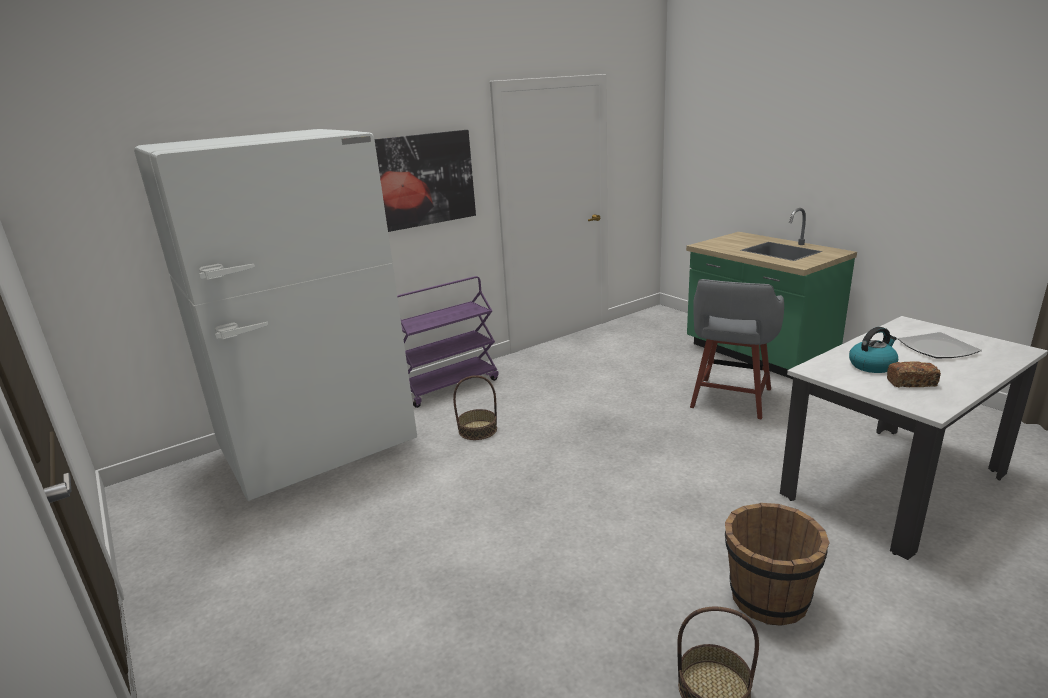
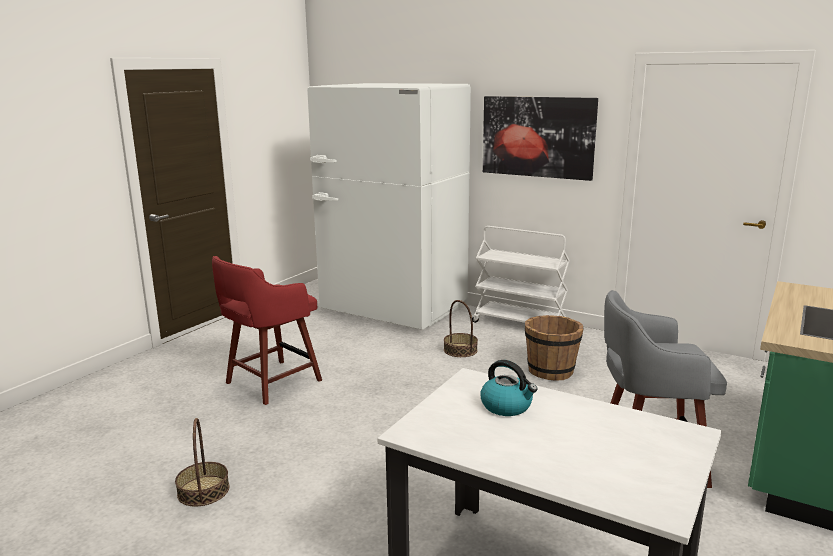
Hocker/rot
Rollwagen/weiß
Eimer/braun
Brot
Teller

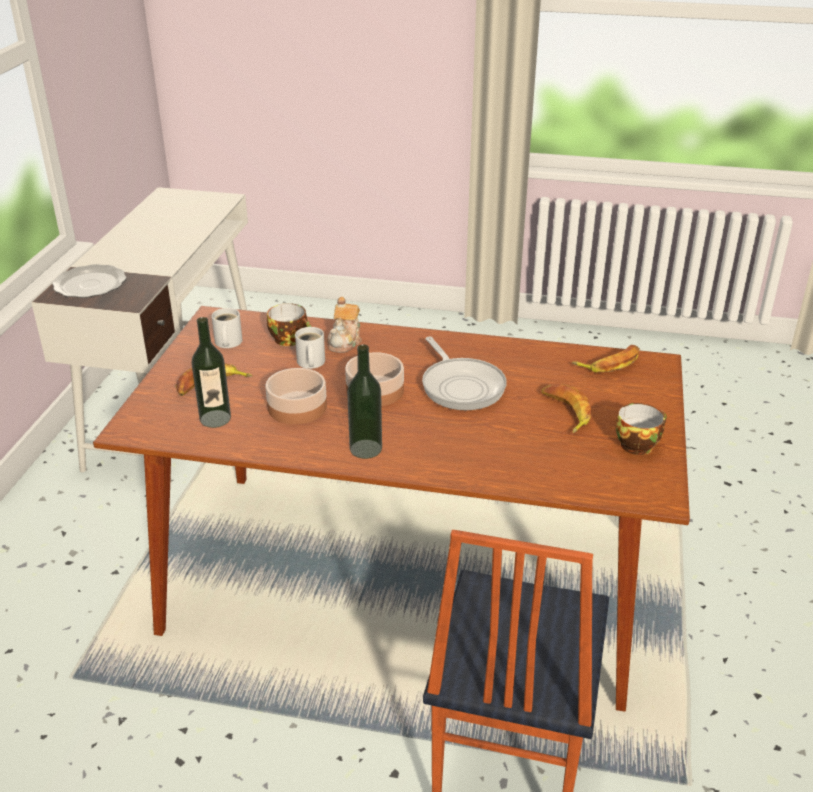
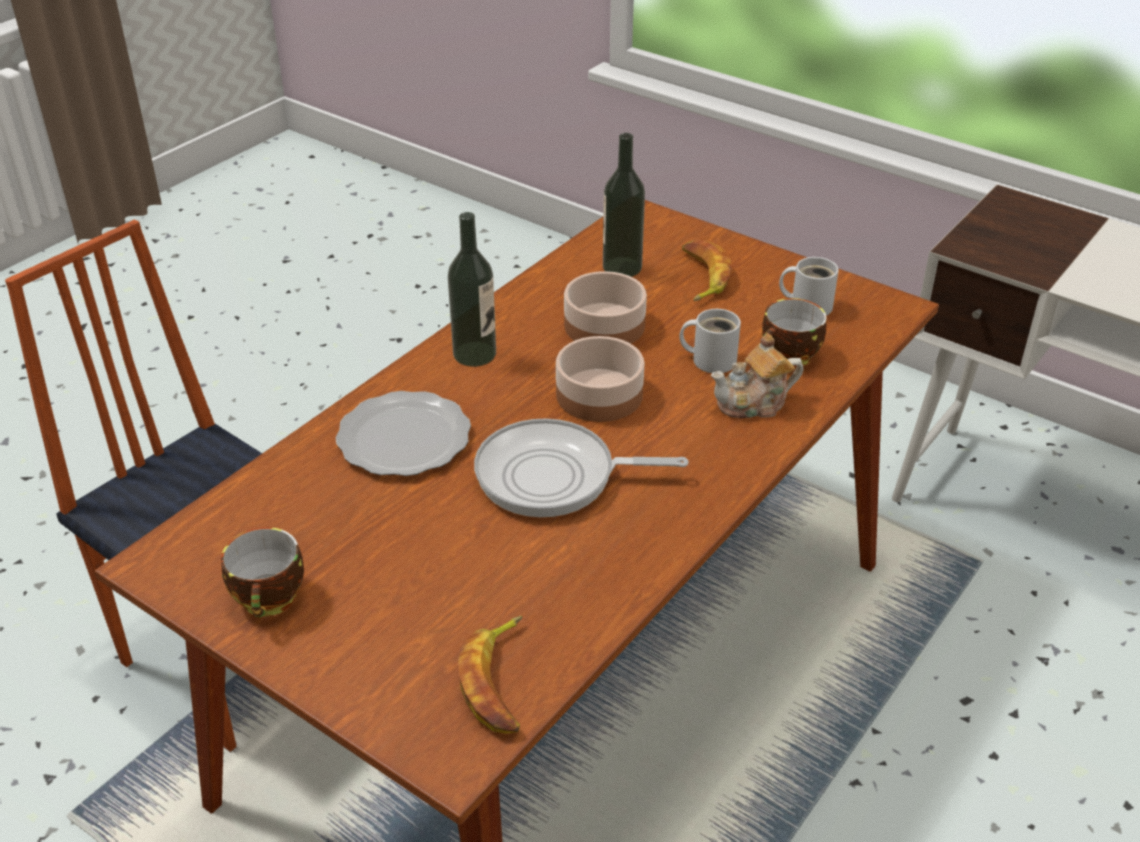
Teller
Teekanne
Banane (no. 2 from left in the first image)

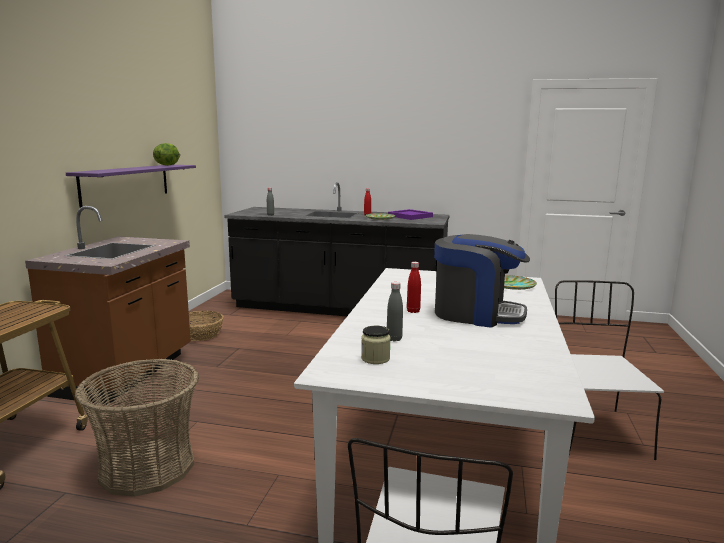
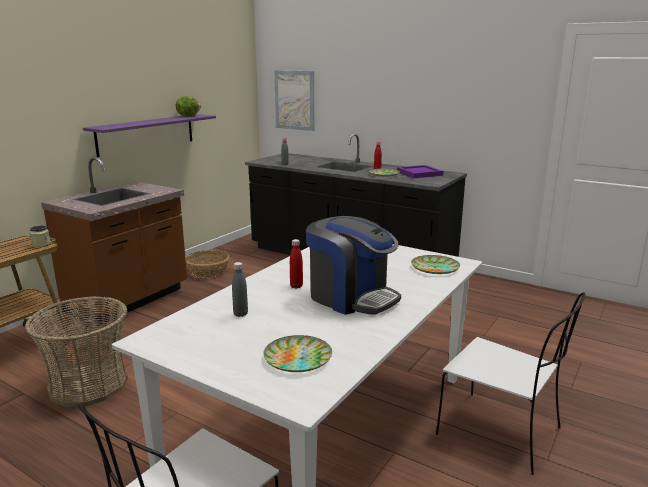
Vorratsglas
Teller (no. 1 from left)
Bild
Stuhl/weiß (no. 2 from left)

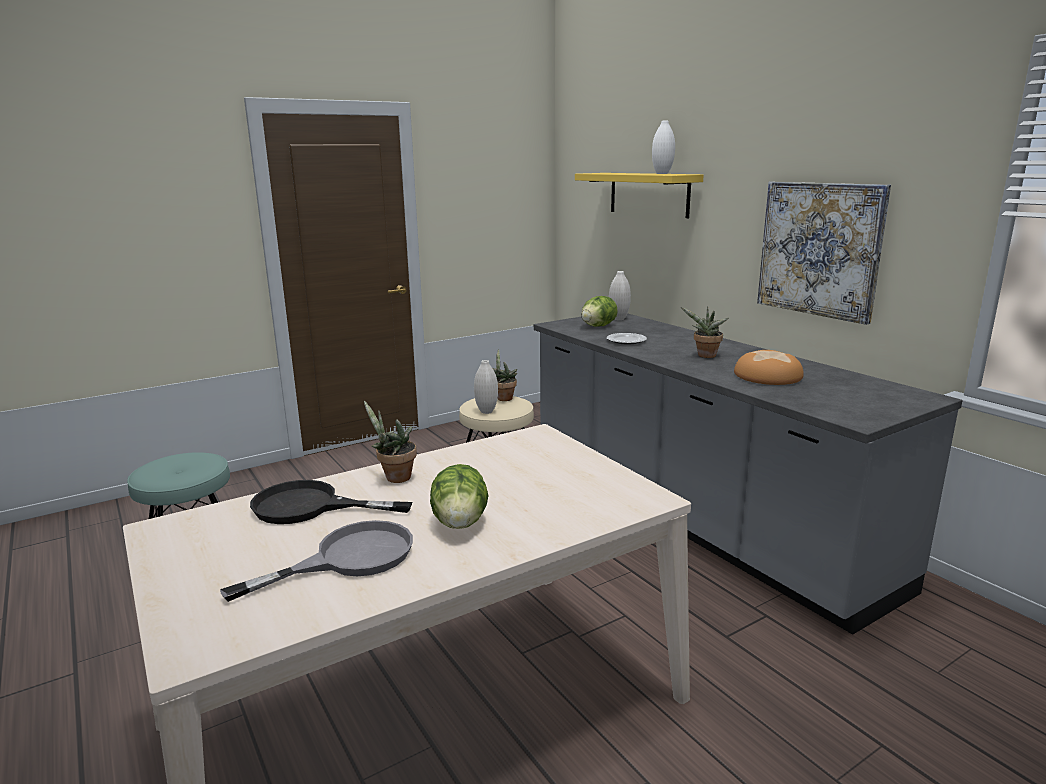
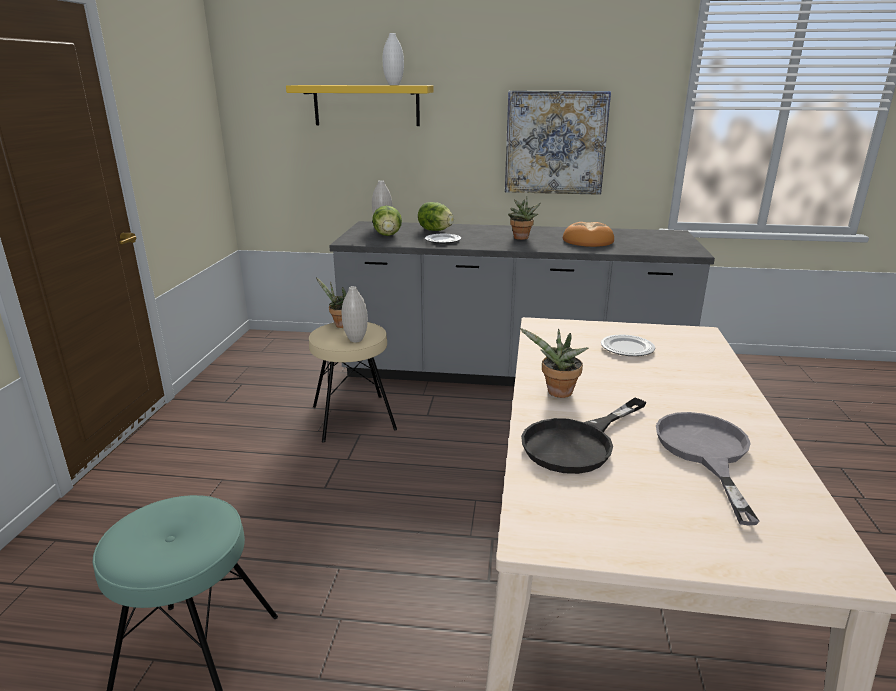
Salatkopf (no. 2 from left)
Teller (no. 2 from left)

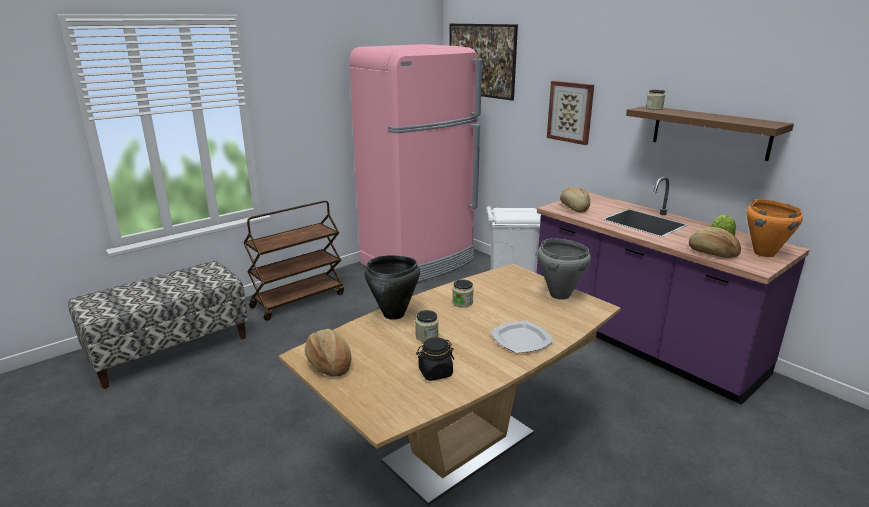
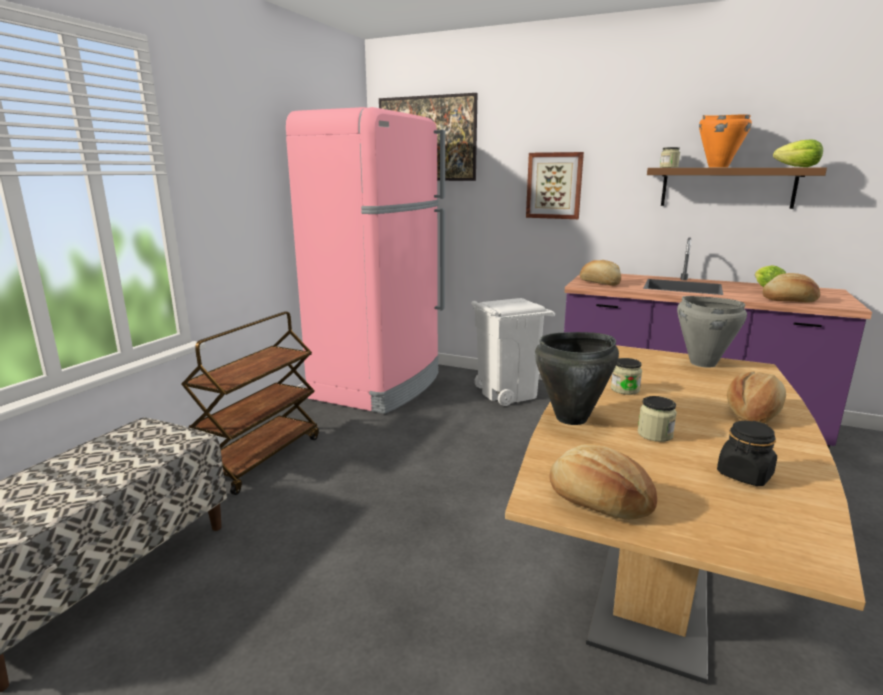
Kochtopf/orange
Brot (no. 3 from left)
Salatkopf (no. 2 from left)

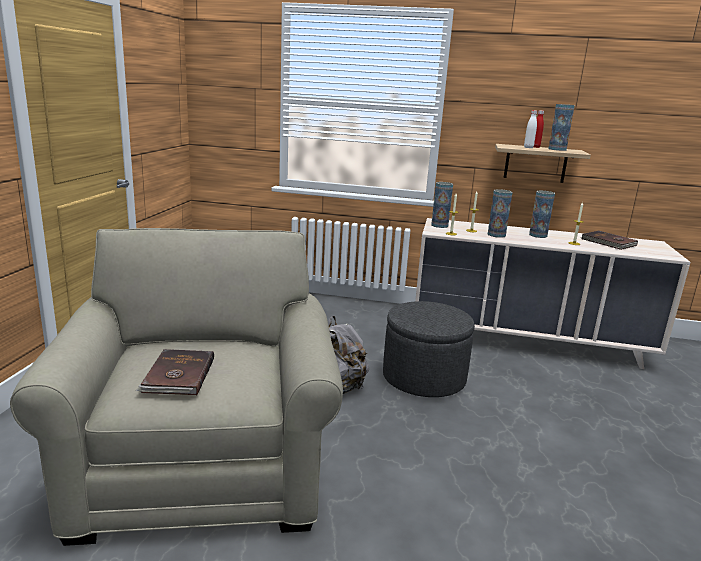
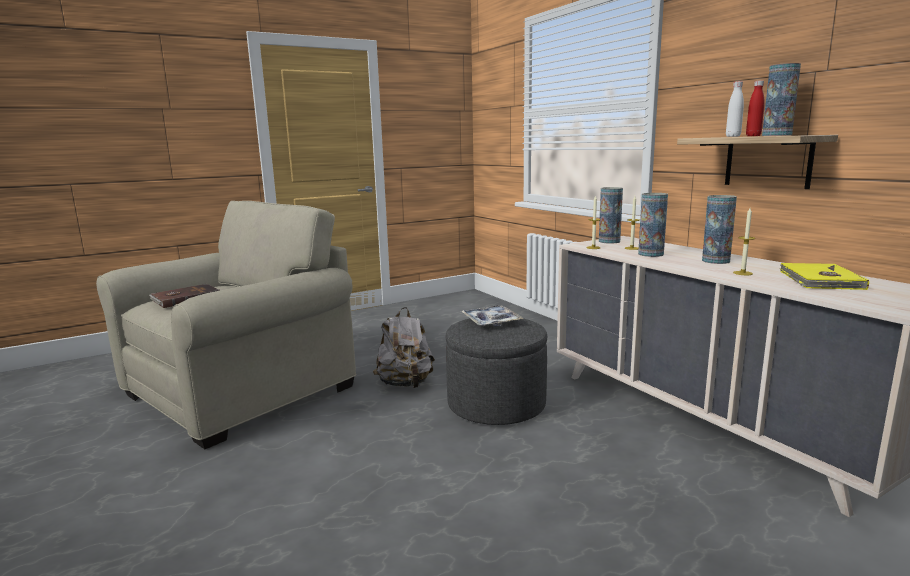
Tablett
Buch/gelb

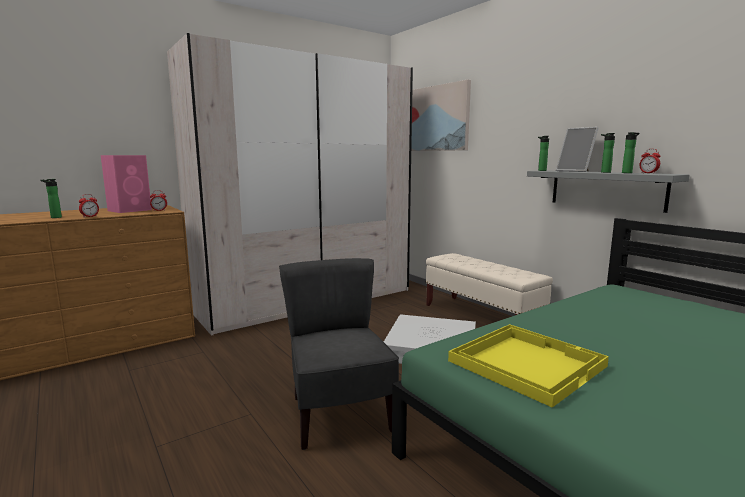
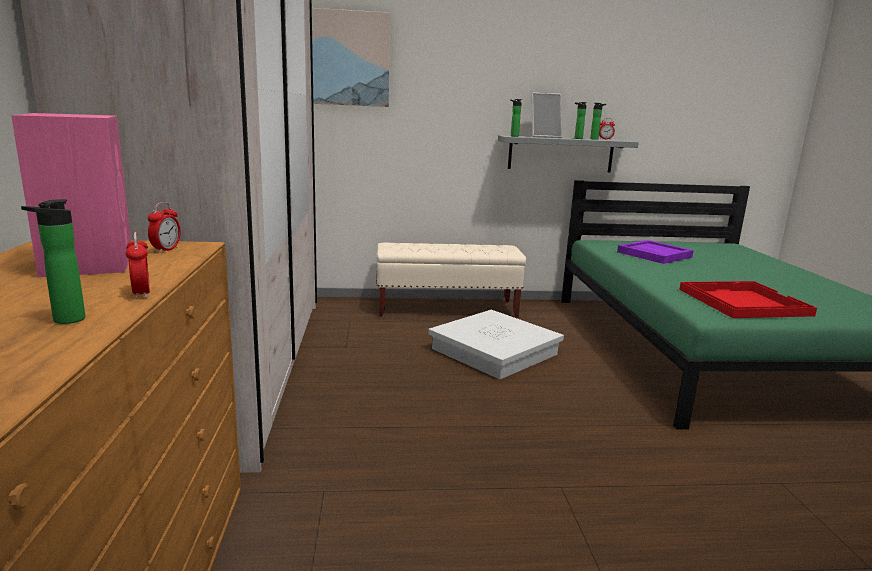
Tablett/lila
Tablett/rot
Stuhl/grau

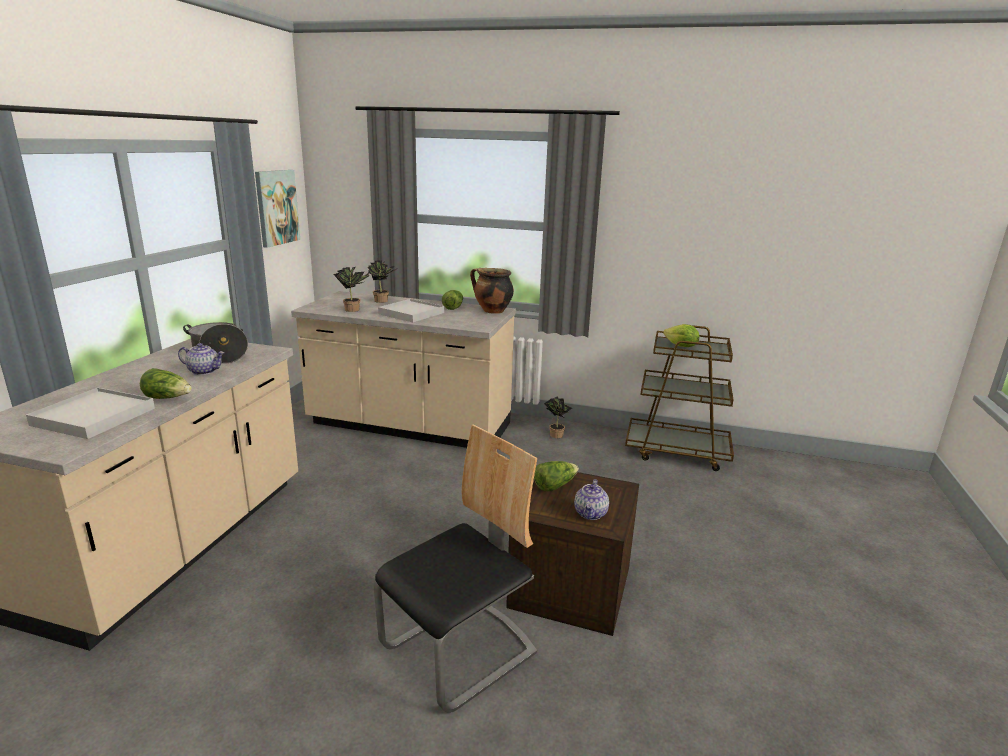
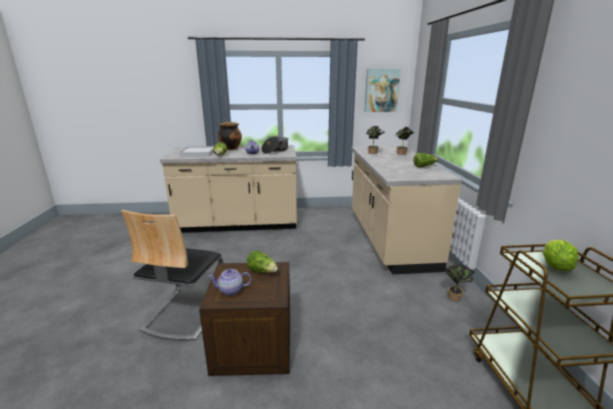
Stuhl
Kochtopf (no. 1 from left)
Tablett/weiß (no. 2 from left in the first image)

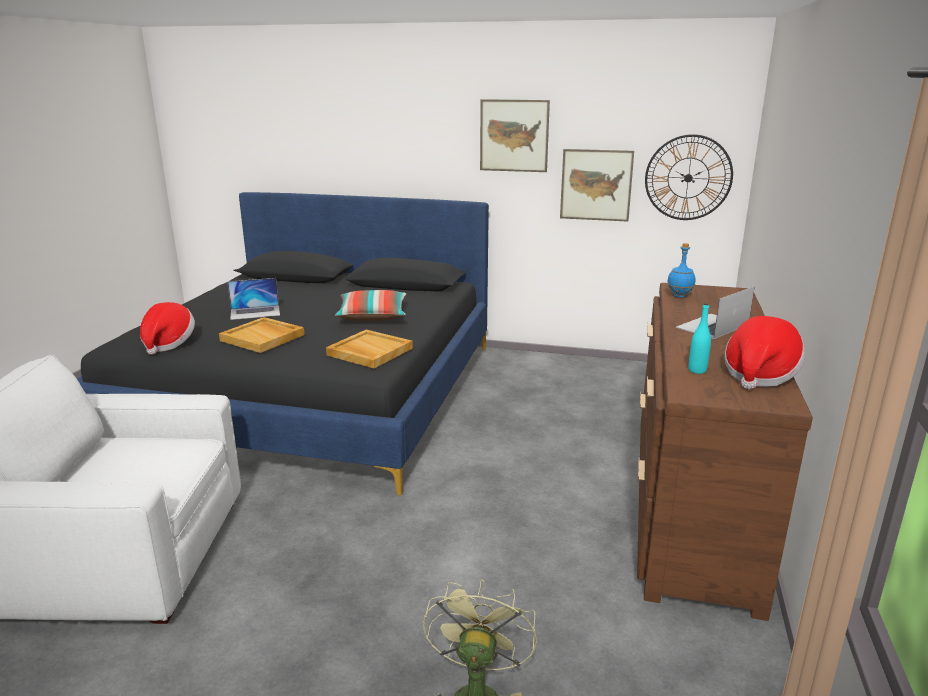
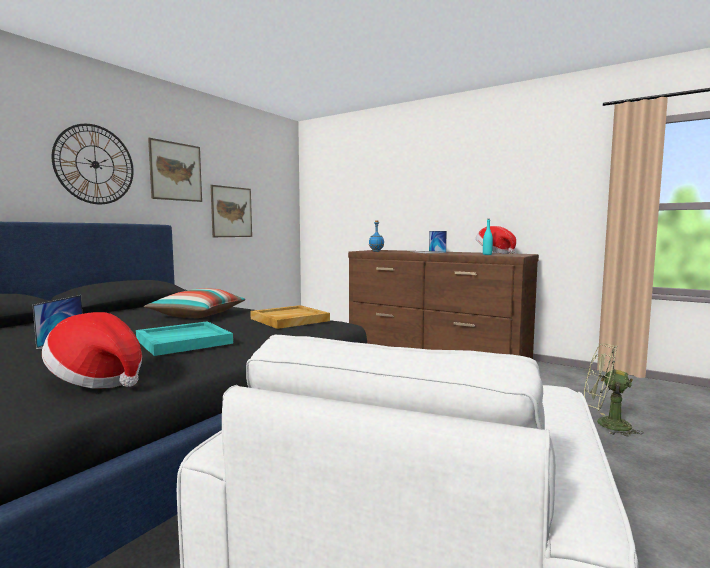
Wanduhr
Tablett/türkis

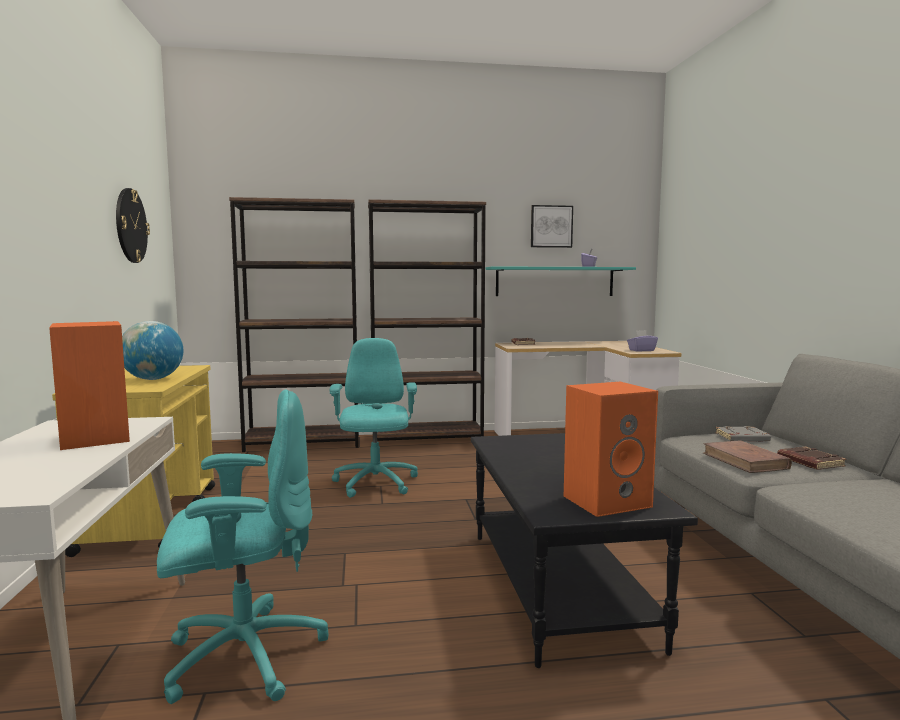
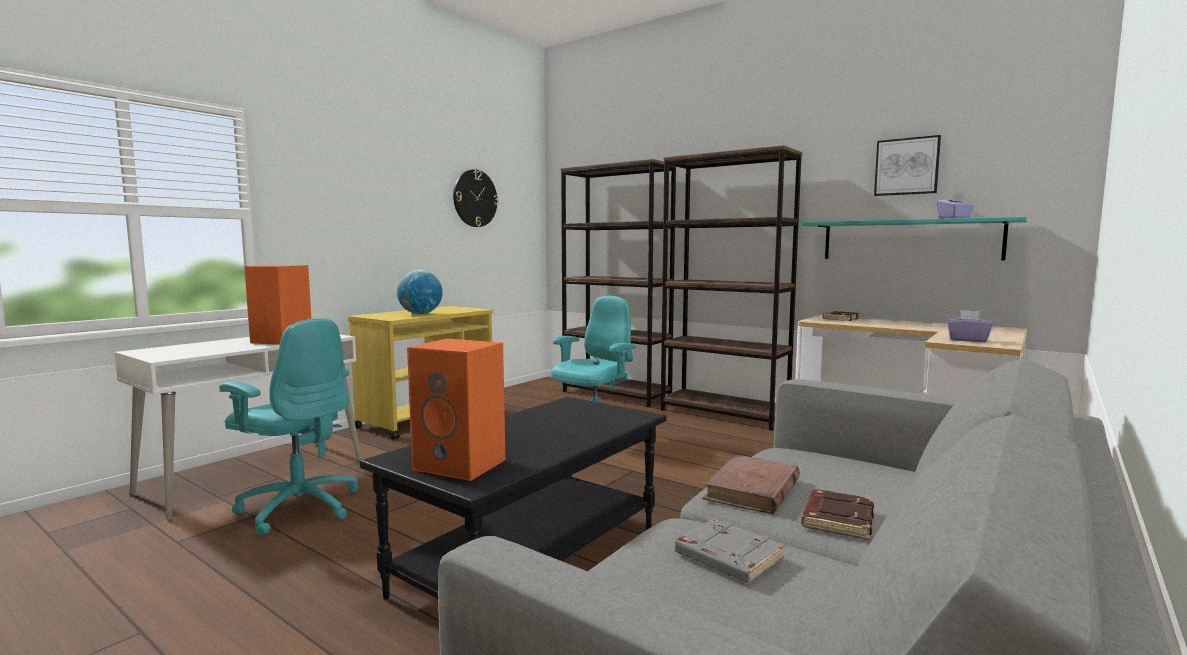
Buch/grau

